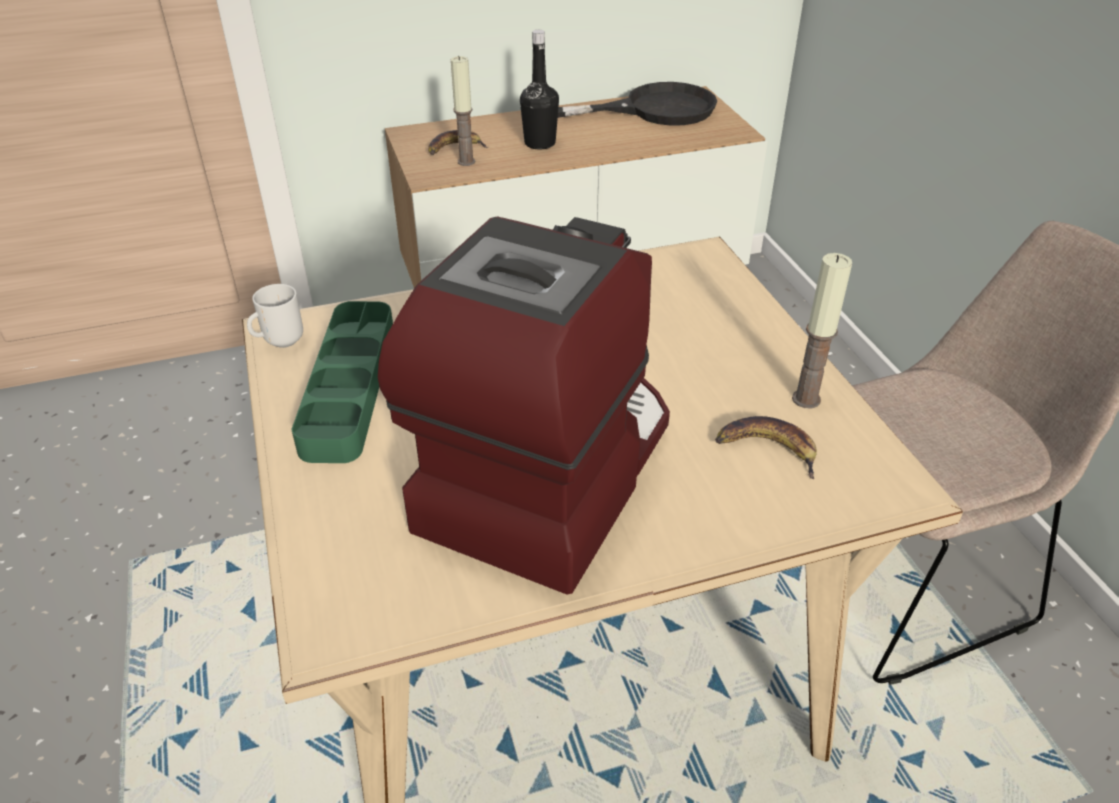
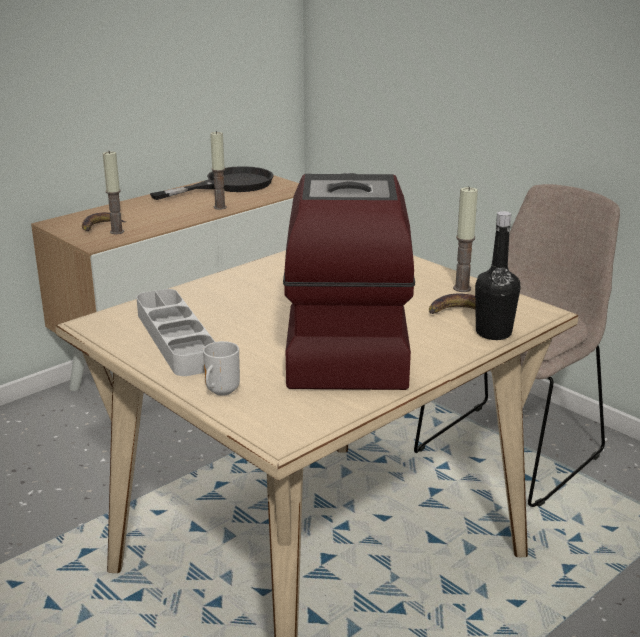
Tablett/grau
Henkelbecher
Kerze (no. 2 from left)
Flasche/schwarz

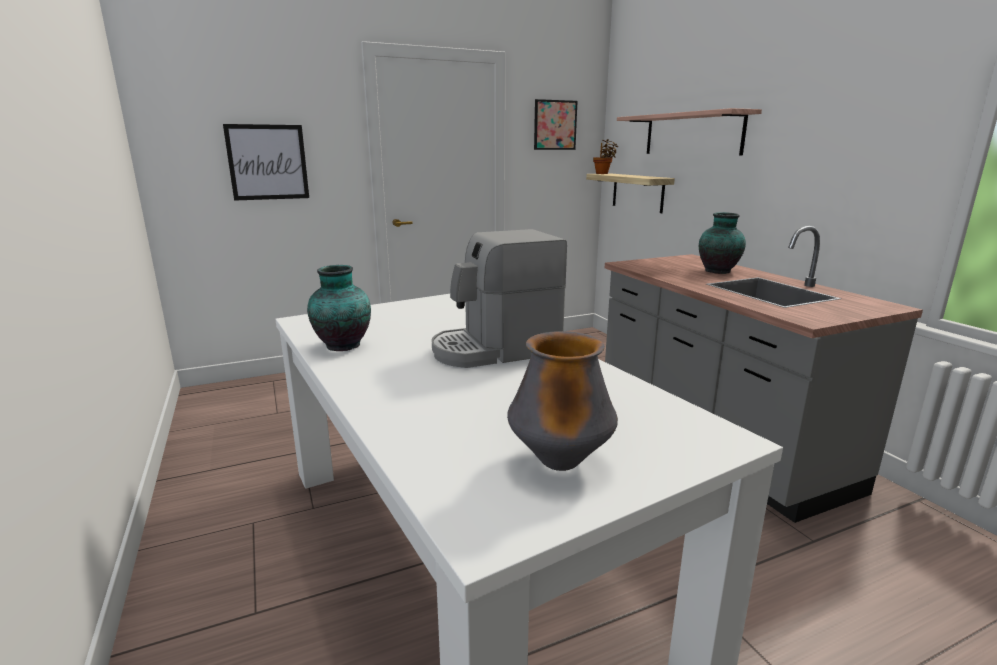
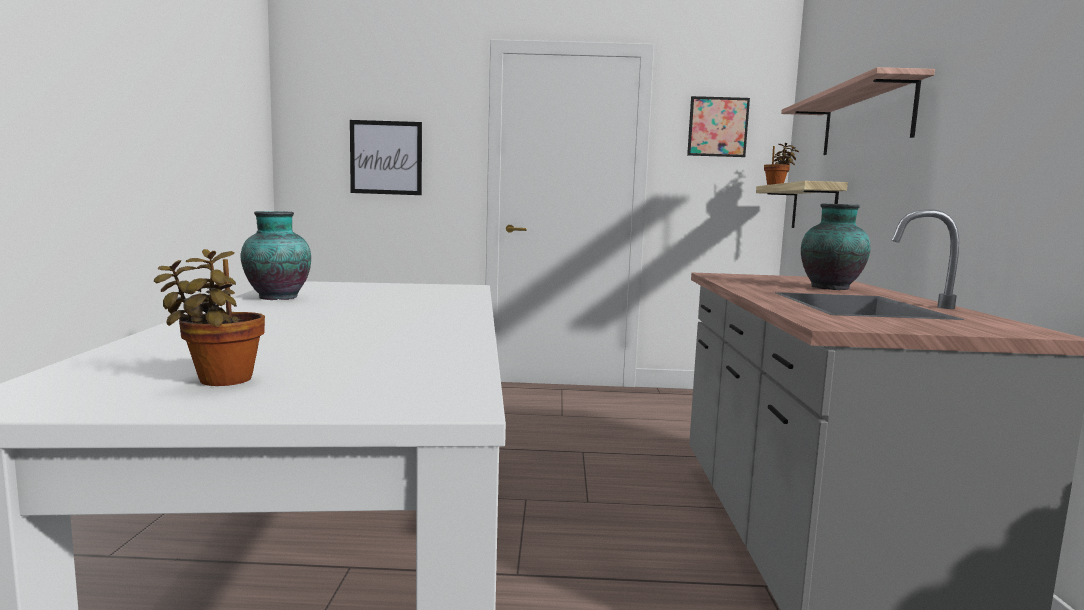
Topfpflanze (no. 1 from left)
Kaffeemaschine

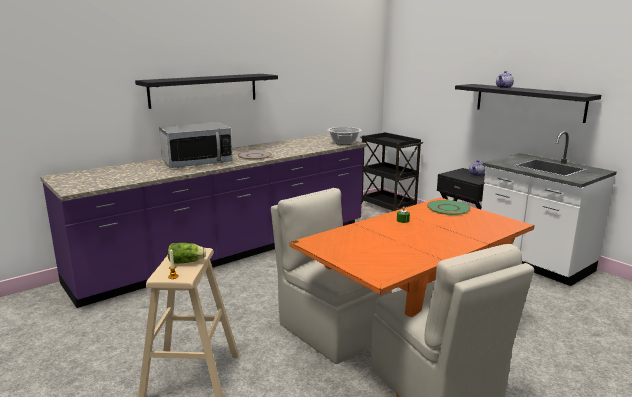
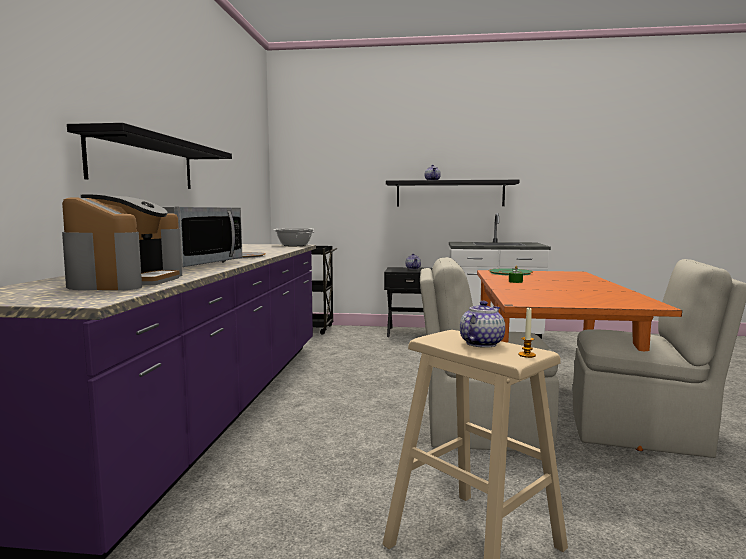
Kaffeemaschine
Teekanne (no. 3 from left)

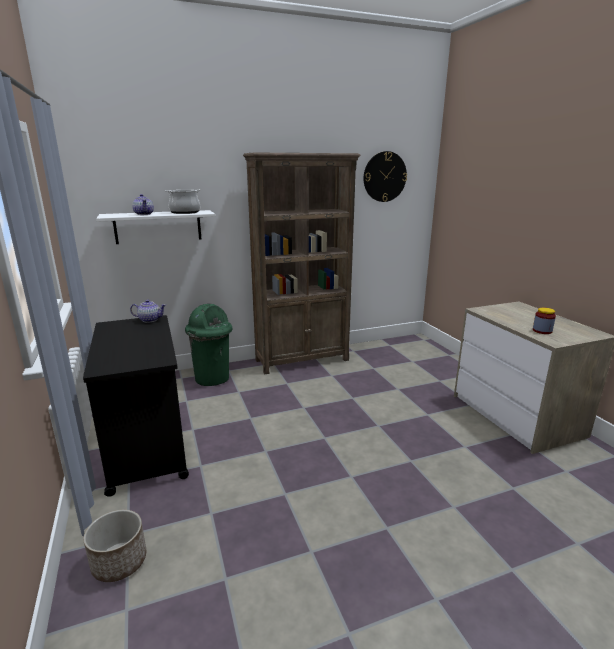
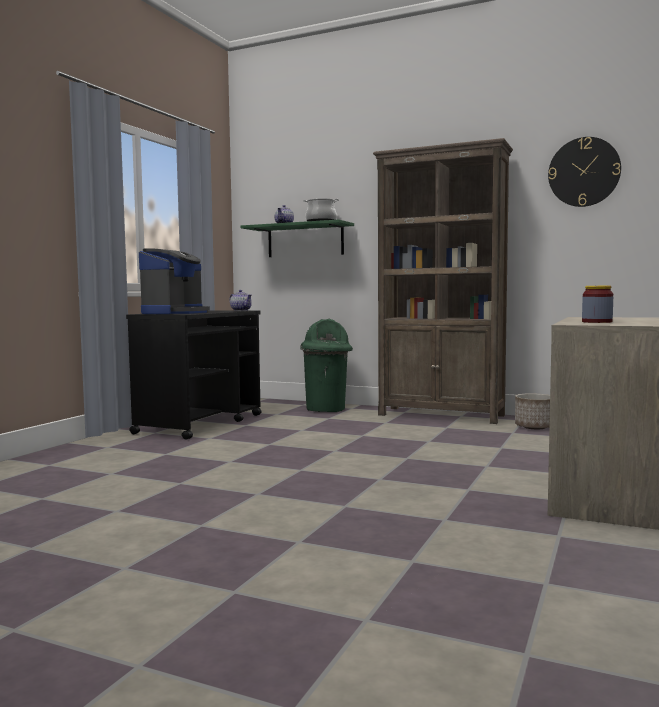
Kaffeemaschine
Wandregal/grün
Pflanzkübel

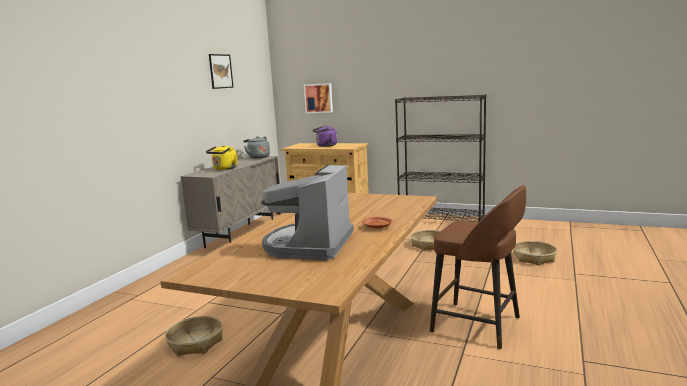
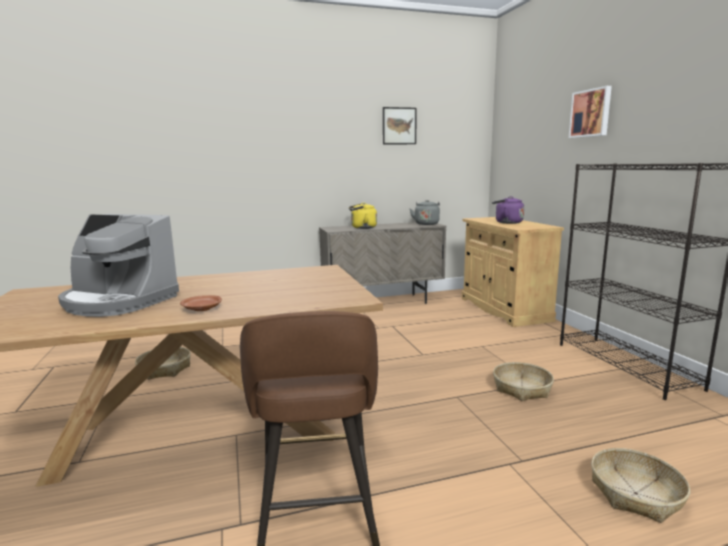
Kaffeemaschine
Bild (no. 2 from left)

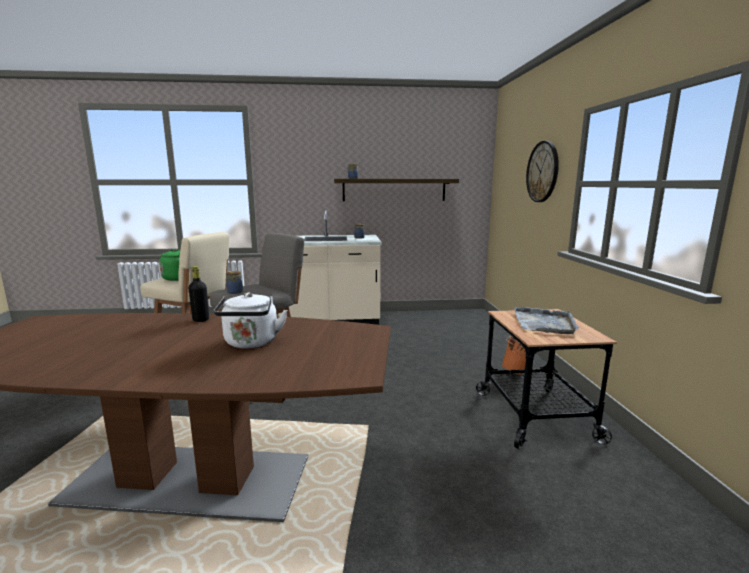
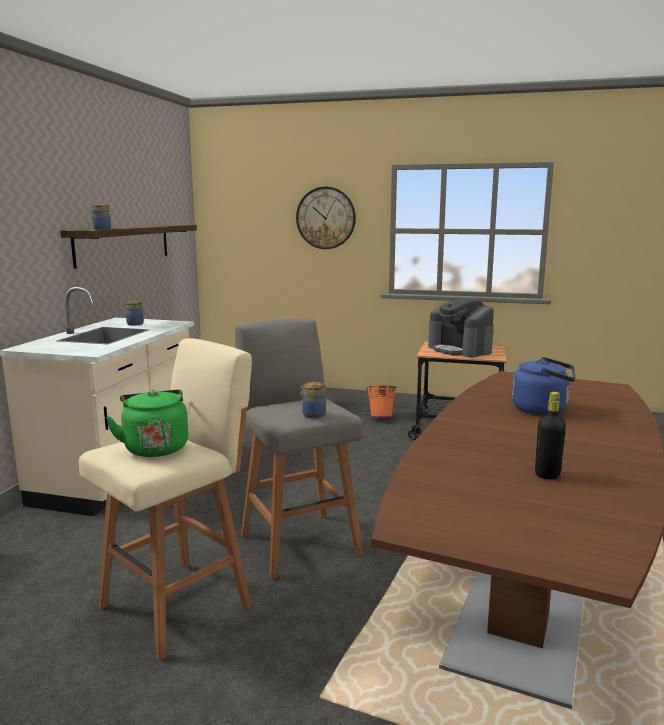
Kaffeemaschine
Wasserkessel/blau
Flasche/schwarz

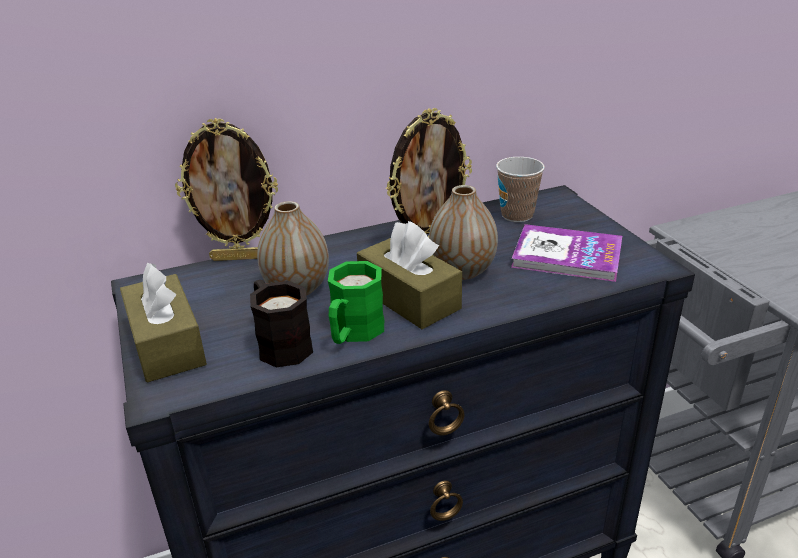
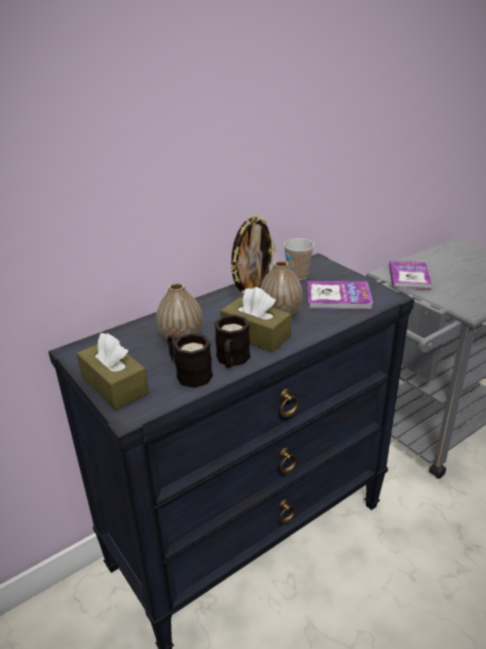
Henkelbecher/schwarz (no. 2 from left)
Buch (no. 2 from left)
Bilderrahmen (no. 1 from left in the first image)

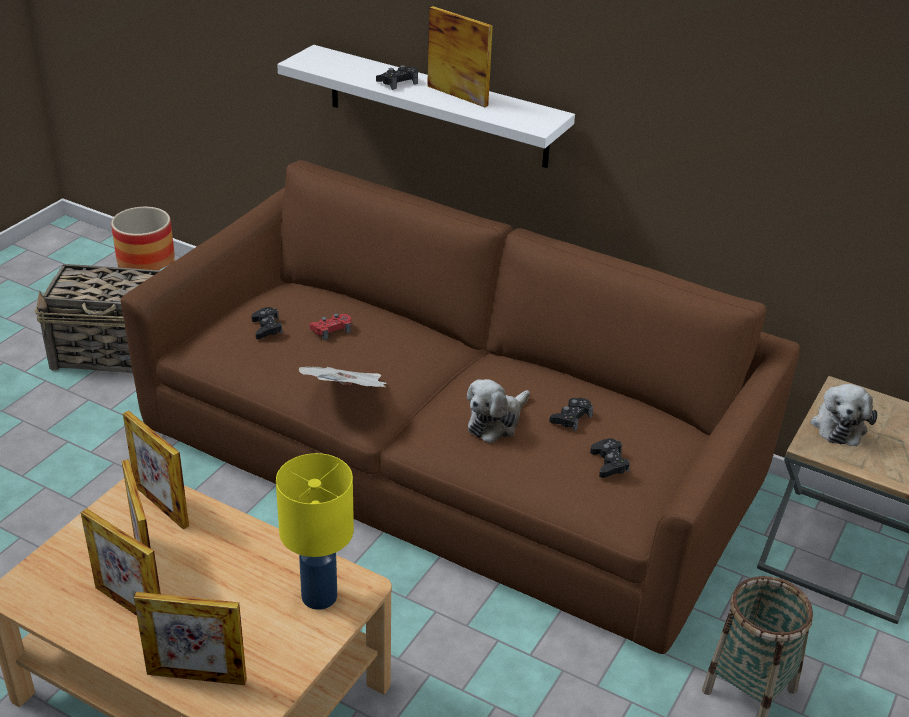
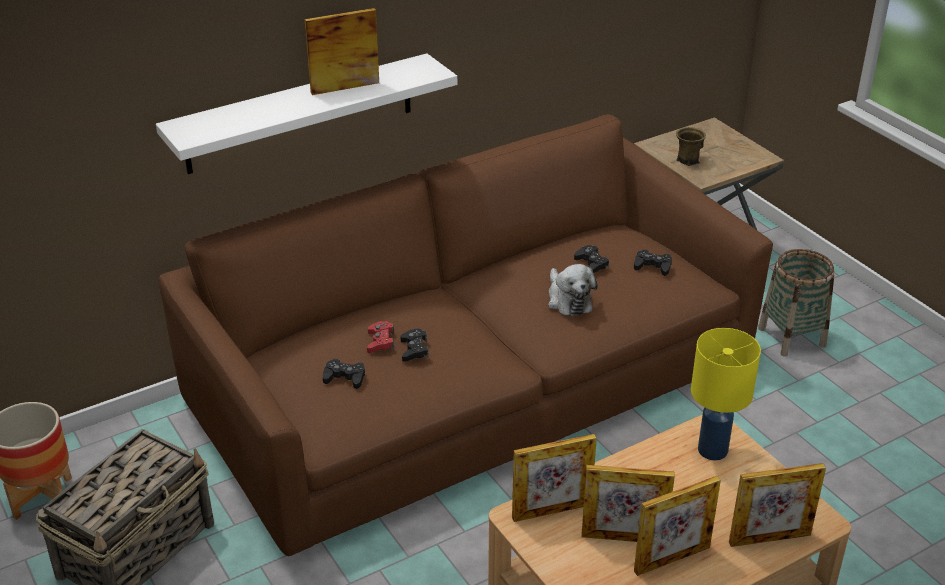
Gamepad/schwarz (no. 2 from left)
Henkelbecher/braun
Bilderrahmen (no. 5 from left)
Zeitung

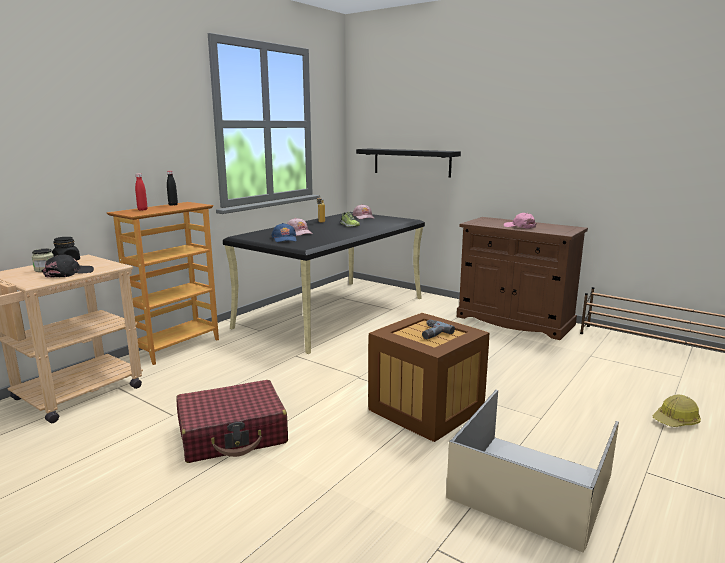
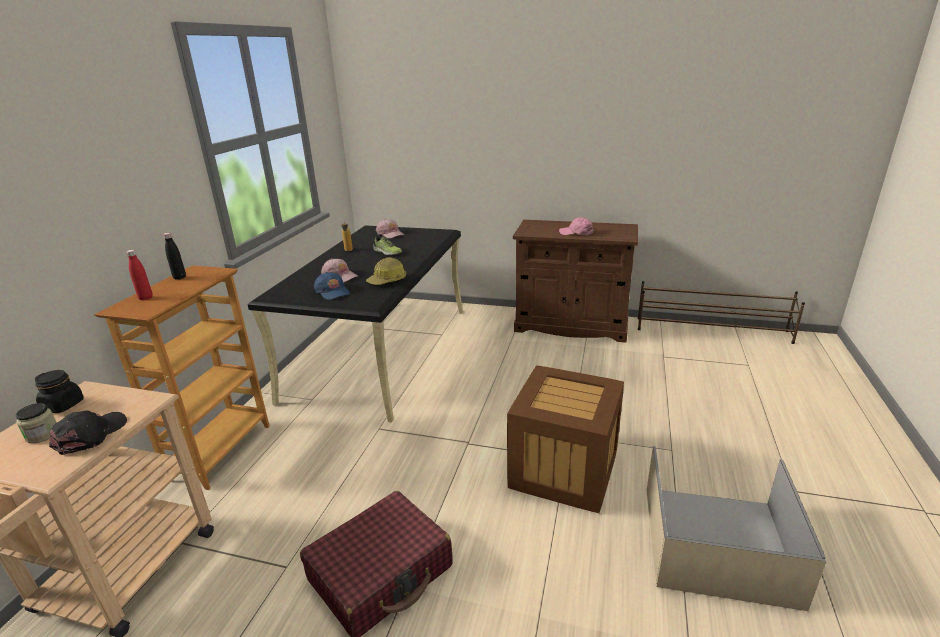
Schutzhelm
Wandregal/schwarz
Bohrmaschine

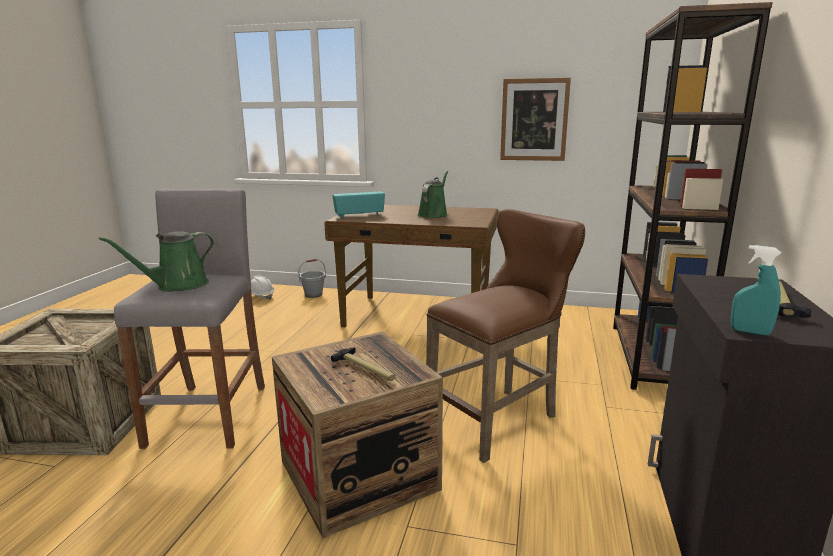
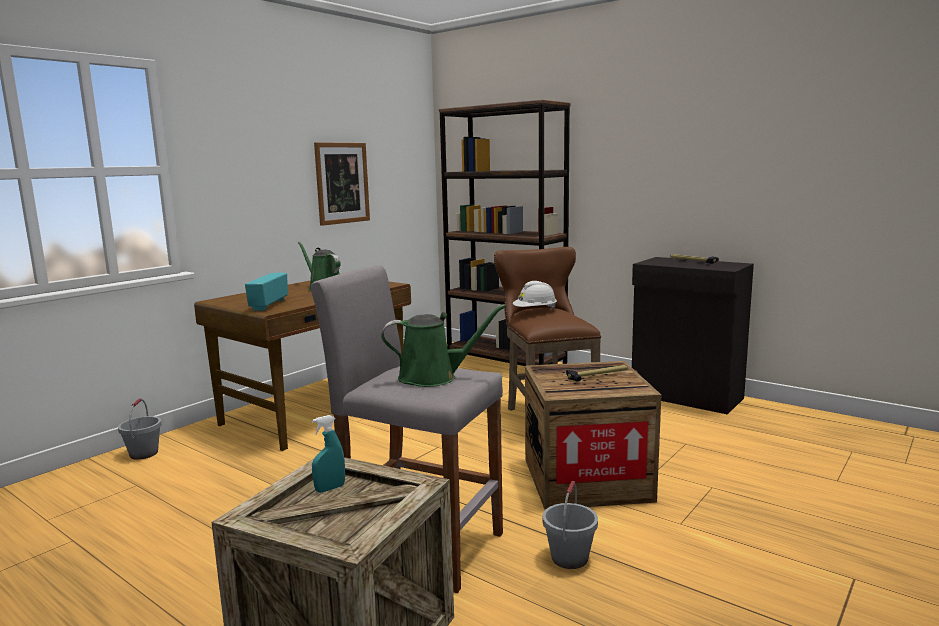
Sprühflasche/türkis
Gießkanne/grün (no. 2 from left)
Schutzhelm/weiß
Eimer/grau (no. 2 from left)

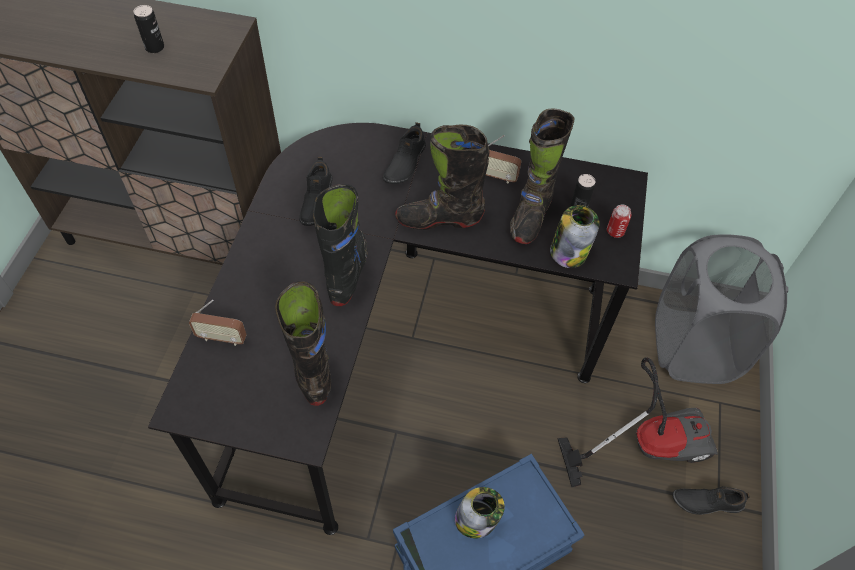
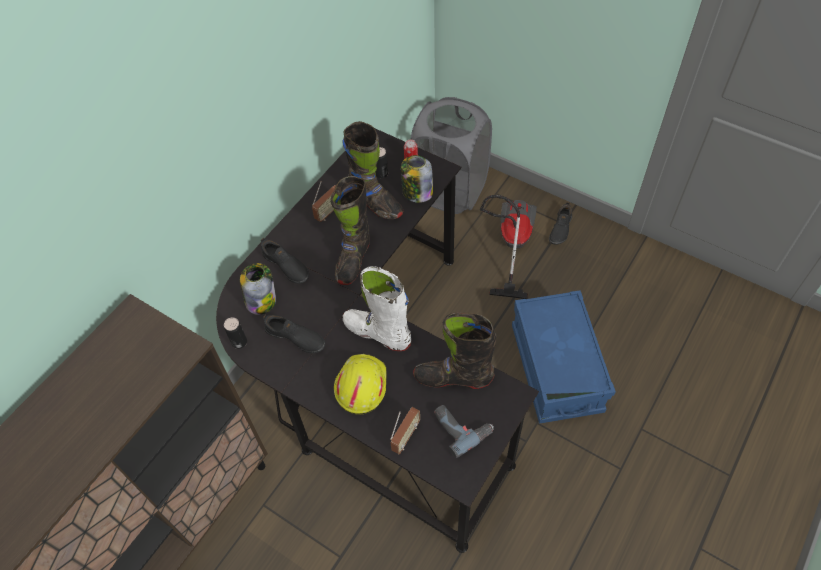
Dose (no. 1 from left)
Vorratsglas (no. 1 from left)
Schutzhelm/gelb
Stiefel/weiß
Bohrmaschine

